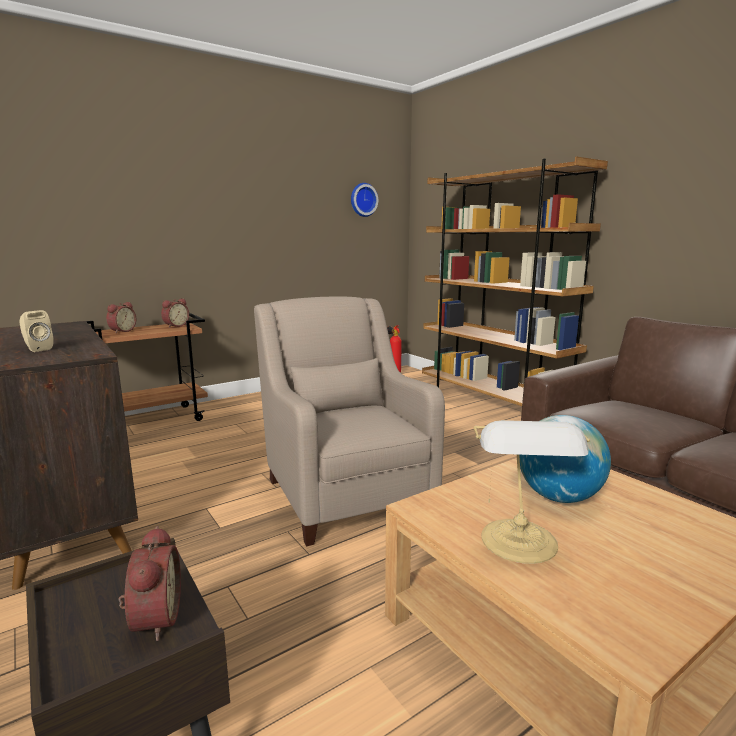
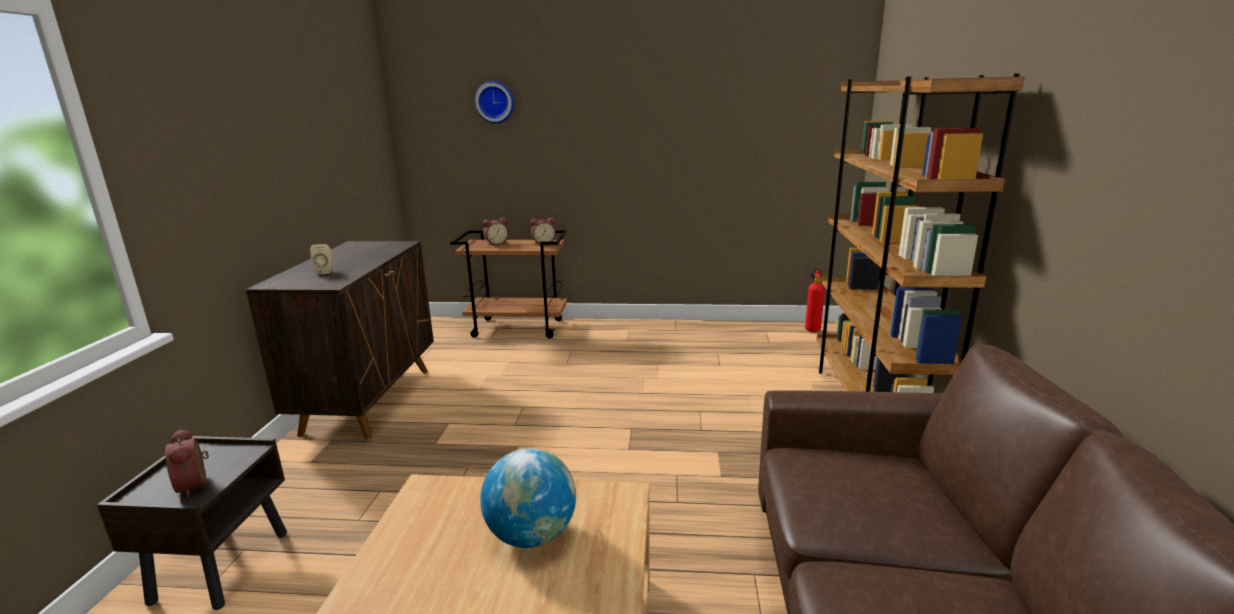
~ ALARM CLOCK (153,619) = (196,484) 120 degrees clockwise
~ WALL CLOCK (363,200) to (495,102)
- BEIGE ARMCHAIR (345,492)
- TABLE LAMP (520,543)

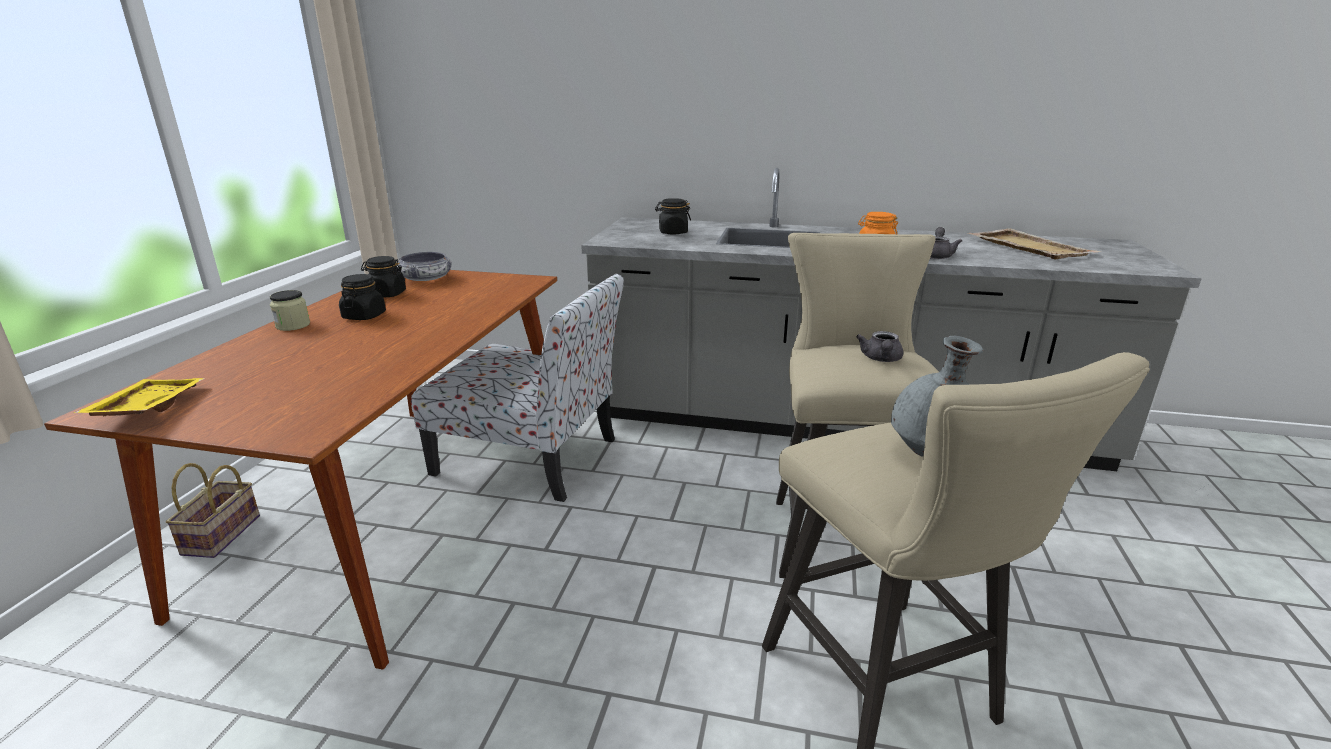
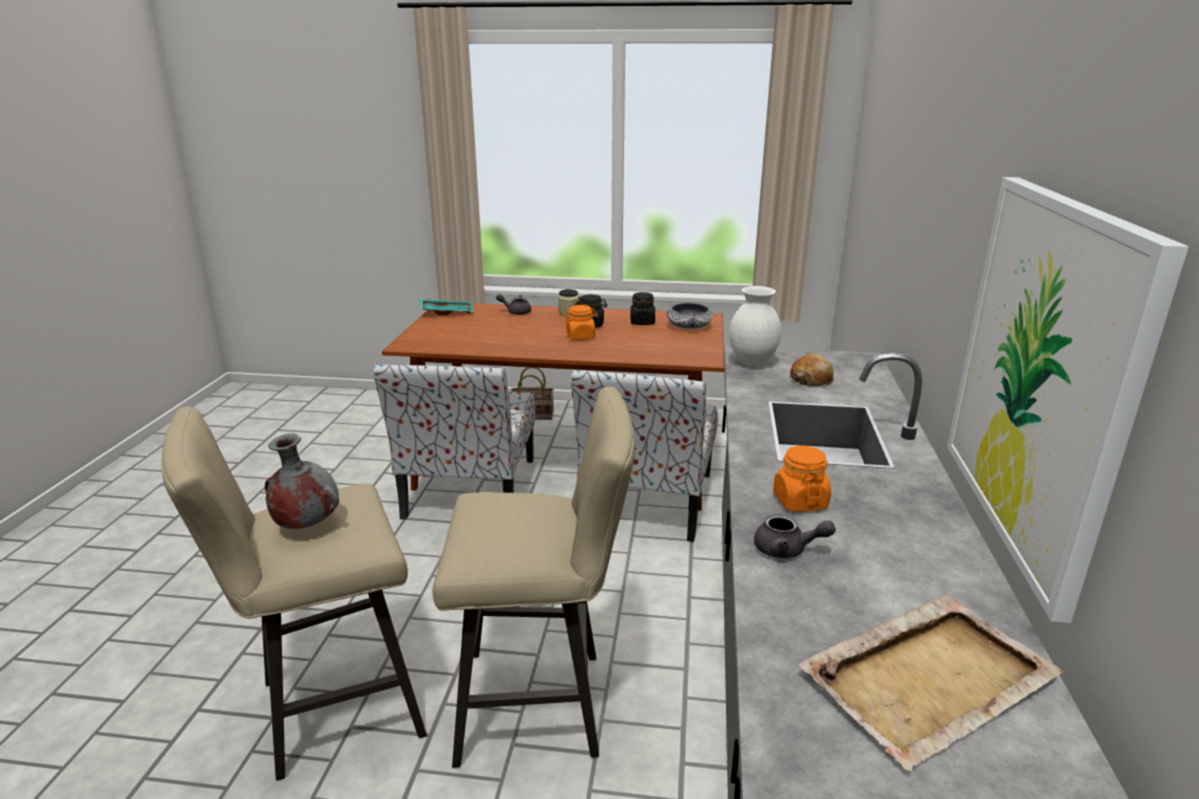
+ CHAIR (469,490)
~ YELLOW TRAY (147,408) to TURQUOISE TRAY (447,312)
~ GREY TEAPOT (881,359) to (516,312)
+ ORANGE JAR (581,336)
+ WHITE VASE (751,362)
~ BLACK JAR (673,232) to BREAD (811,379)
+ PICTURE (1042,376)

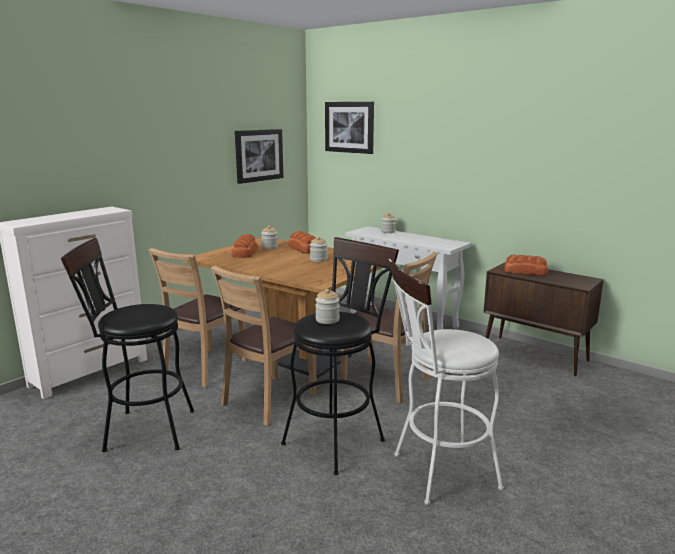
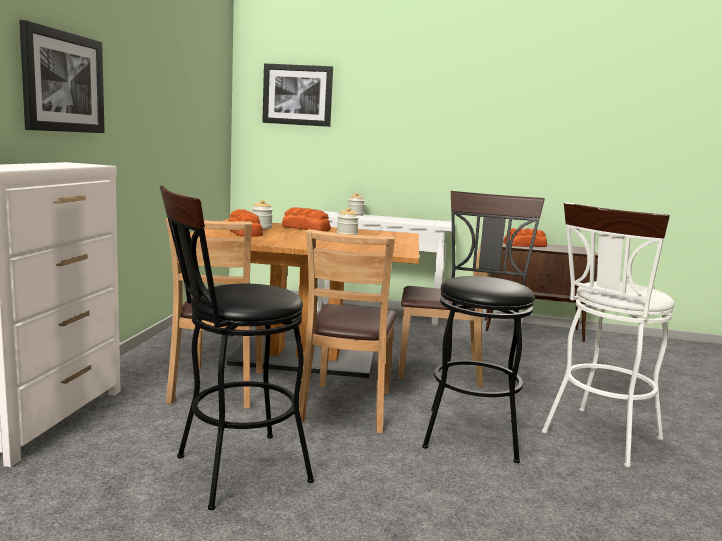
~ PICTURE (259,155) to (63,82)
- JAR (327,320)

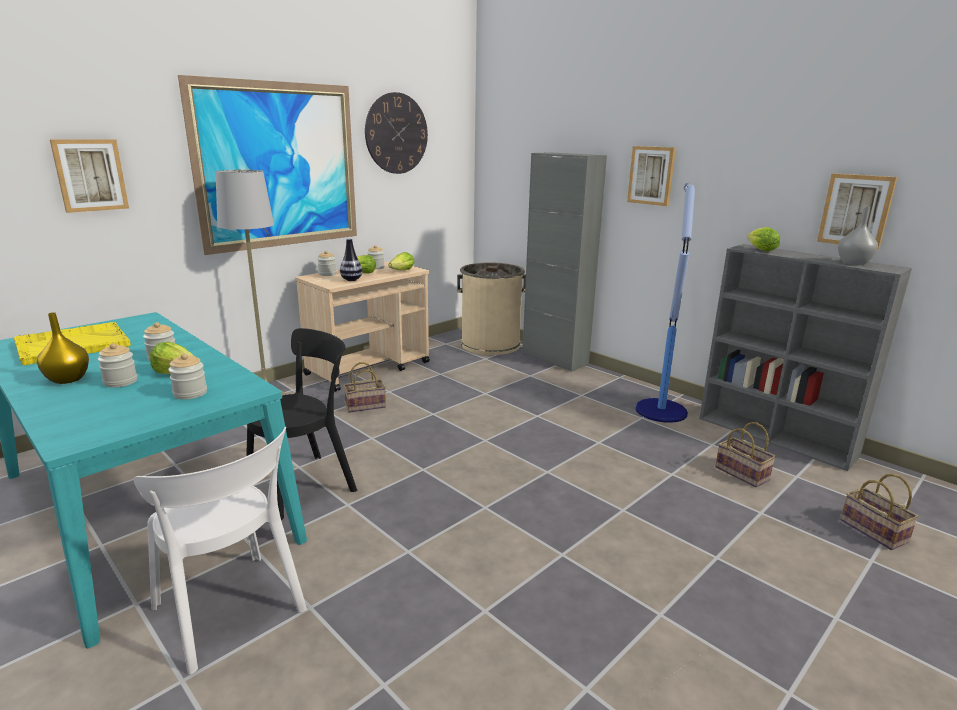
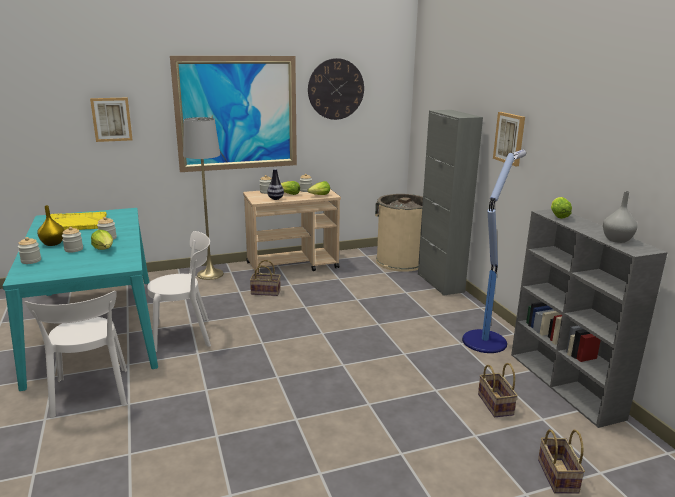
~ JAR (190,393) to (31,261)
~ BLACK CHAIR (306,483) to WHITE CHAIR (186,334)
- PICTURE (856,210)

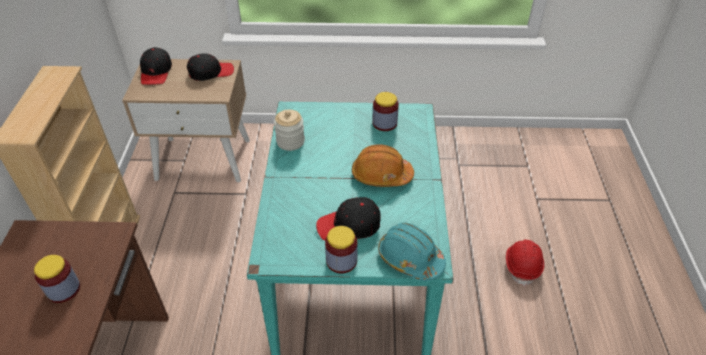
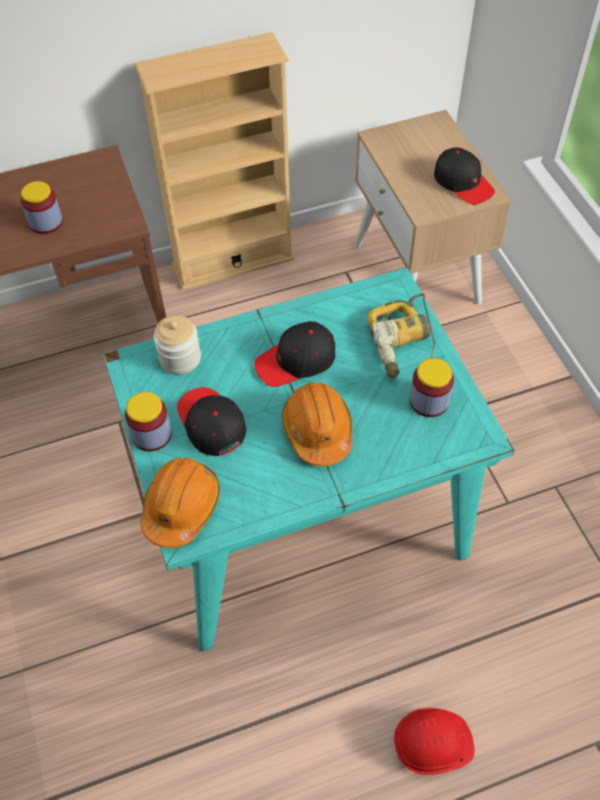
~ TURQUOISE HARD HAT (410,258) to ORANGE HARD HAT (181,507)
~ JAR (290,141) to (180,358)
~ BLACK CAP (156,72) to (296,361)
+ POWER DRILL (403,342)

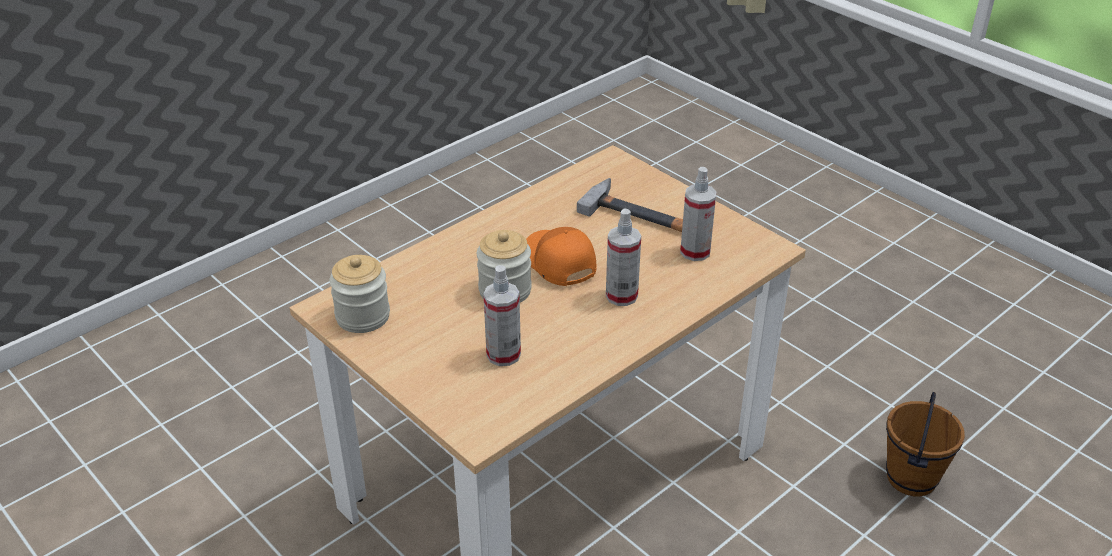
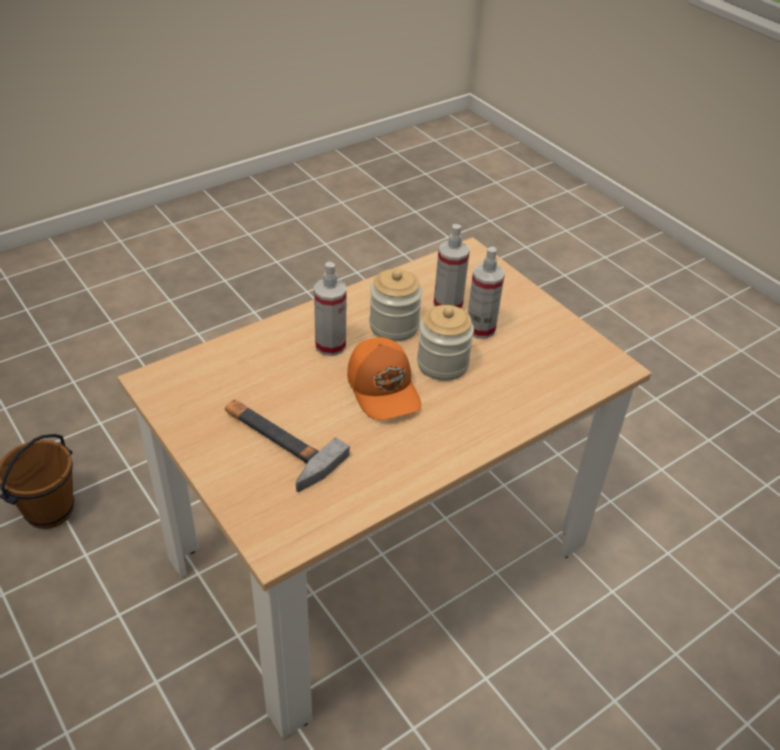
~ JAR (363,316) to (394,326)
~ SPRAY BOTTLE (695,252) to (480,329)

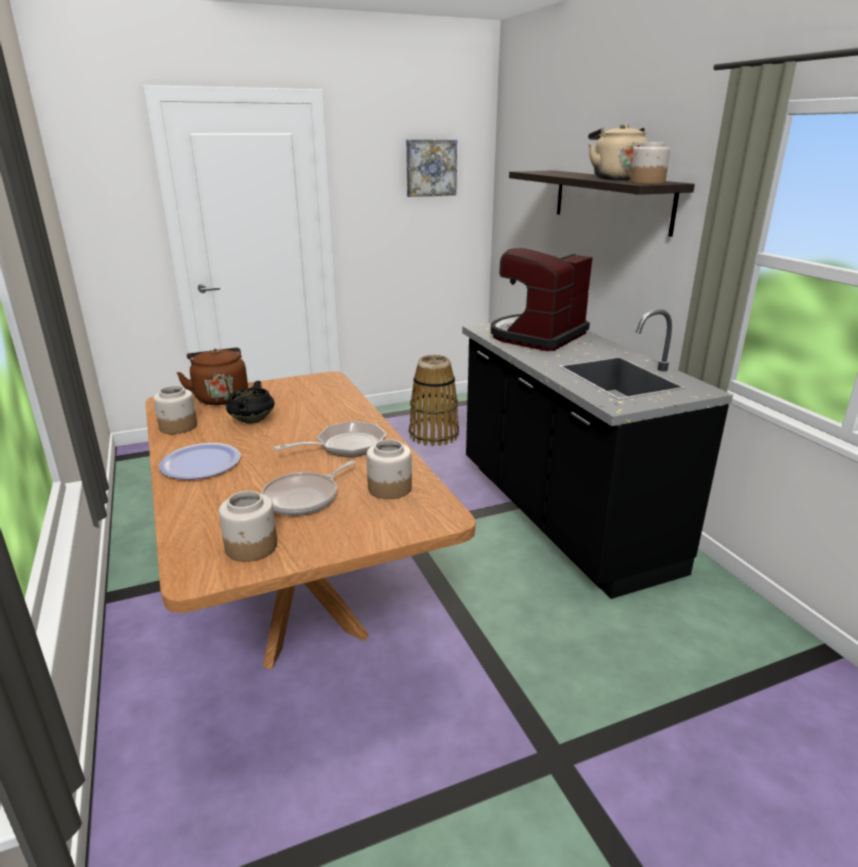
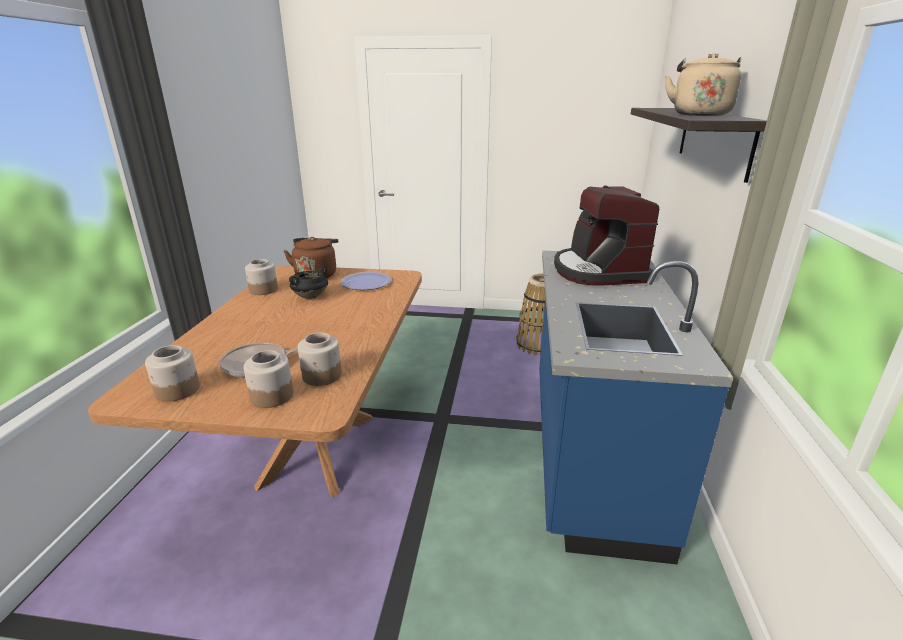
~ JAR (646,183) to (271,396)
~ PLATE (201,463) to (366,282)
~ BLACK COUNTER (560,516) to BLUE COUNTER (588,452)
~ COFFEE MACHINE (537,336) = (597,271) 75 degrees counterclockwise
- FRYING PAN (345,446)
- PICTURE (430,168)

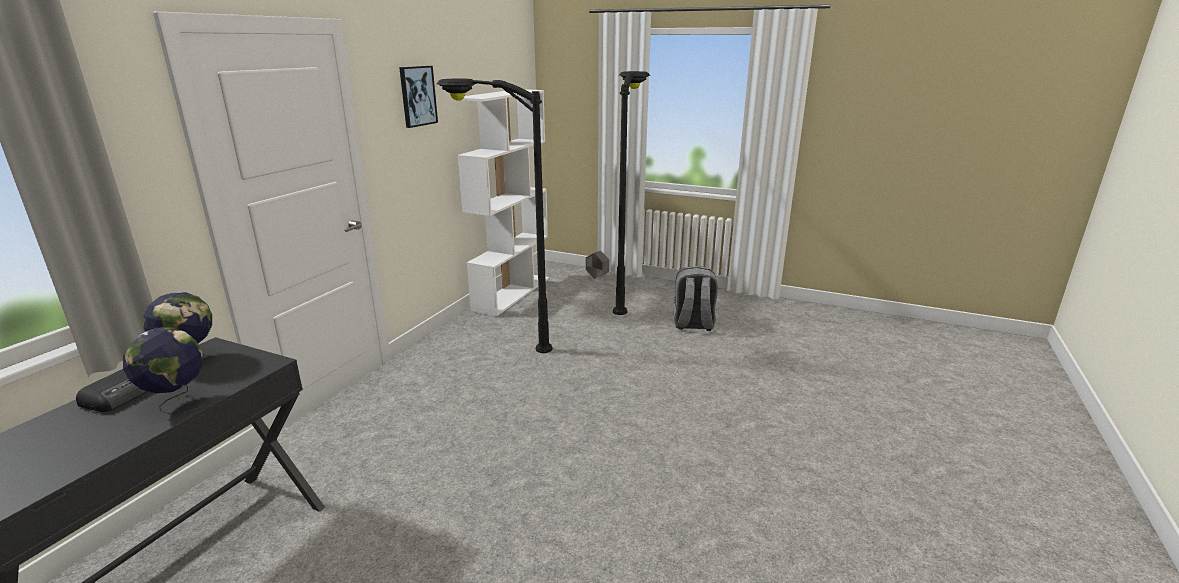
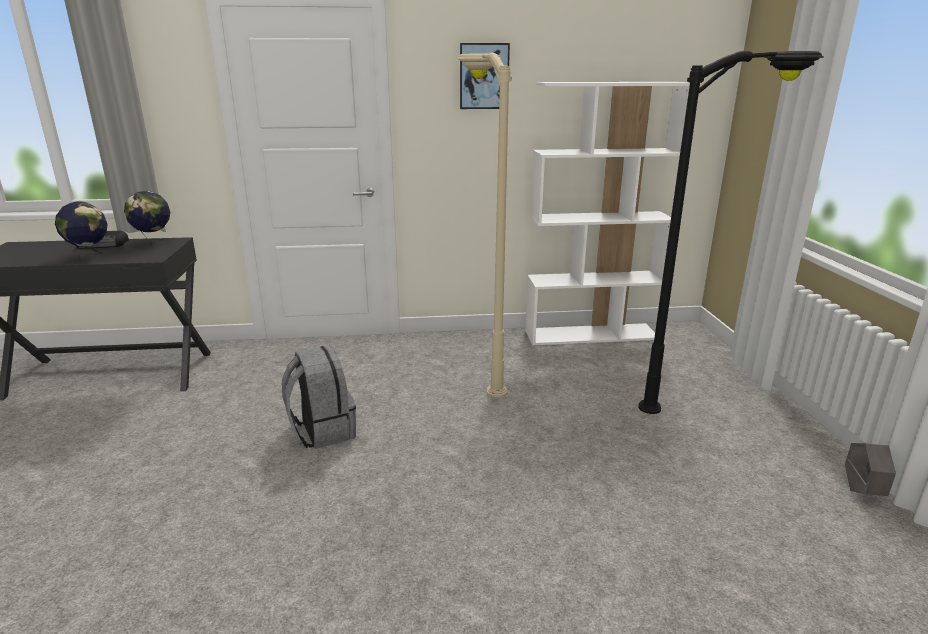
~ GREY BACKPACK (693,324) to (322,431)
~ BLACK FLOOR LAMP (496,342) to BEIGE FLOOR LAMP (481,363)
~ GREY PLANTER (597,277) to (861,492)

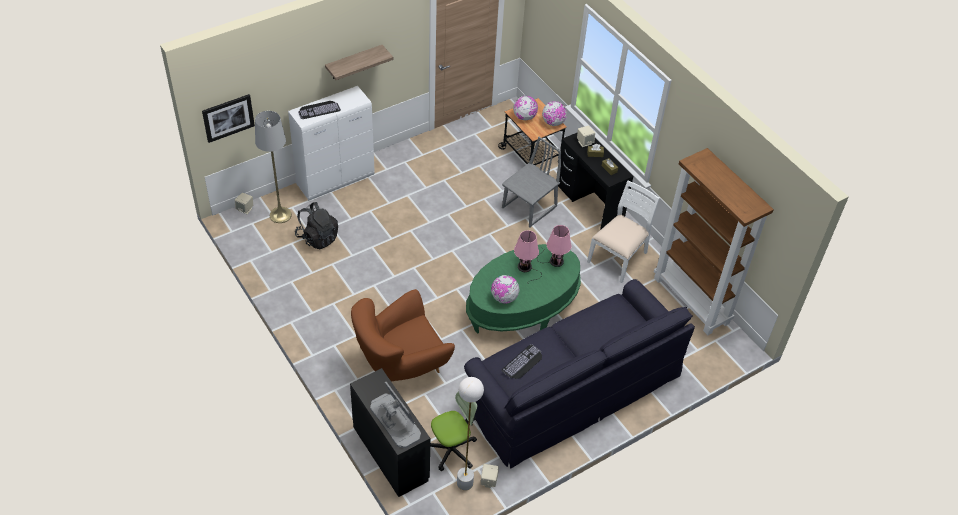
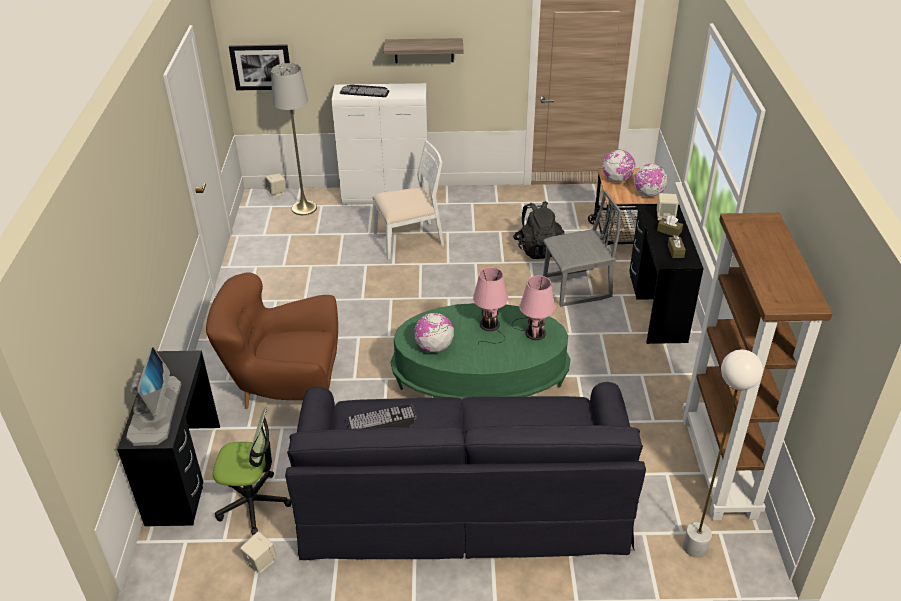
~ WHITE CHAIR (618,257) to (409,239)
~ BLACK BACKPACK (317,237) to (537,248)
~ WHITE FLOOR LAMP (465,483) to (695,547)

